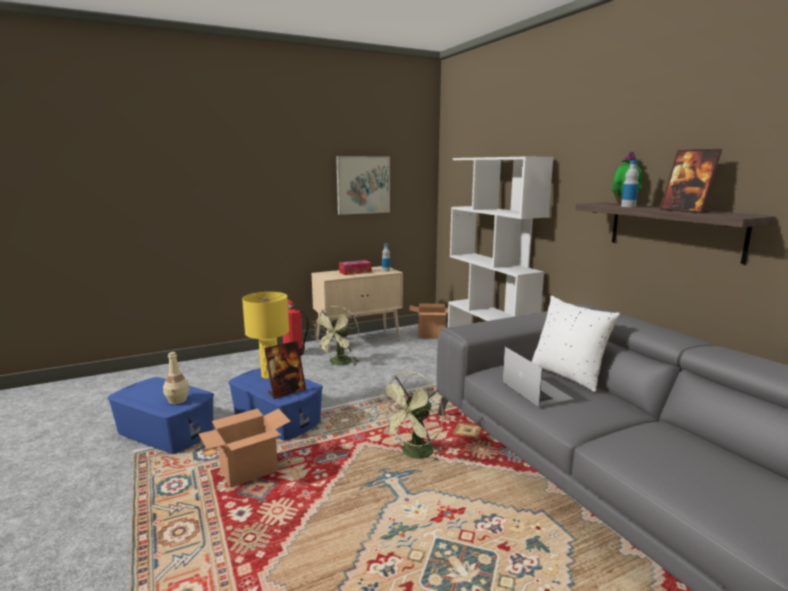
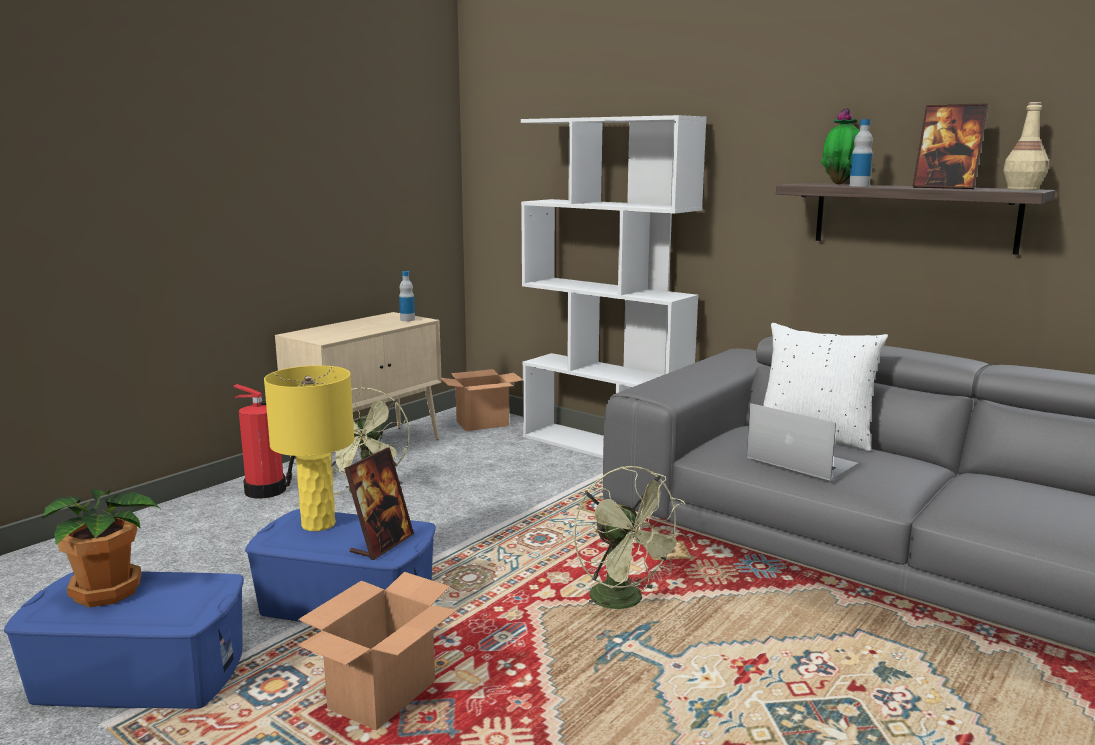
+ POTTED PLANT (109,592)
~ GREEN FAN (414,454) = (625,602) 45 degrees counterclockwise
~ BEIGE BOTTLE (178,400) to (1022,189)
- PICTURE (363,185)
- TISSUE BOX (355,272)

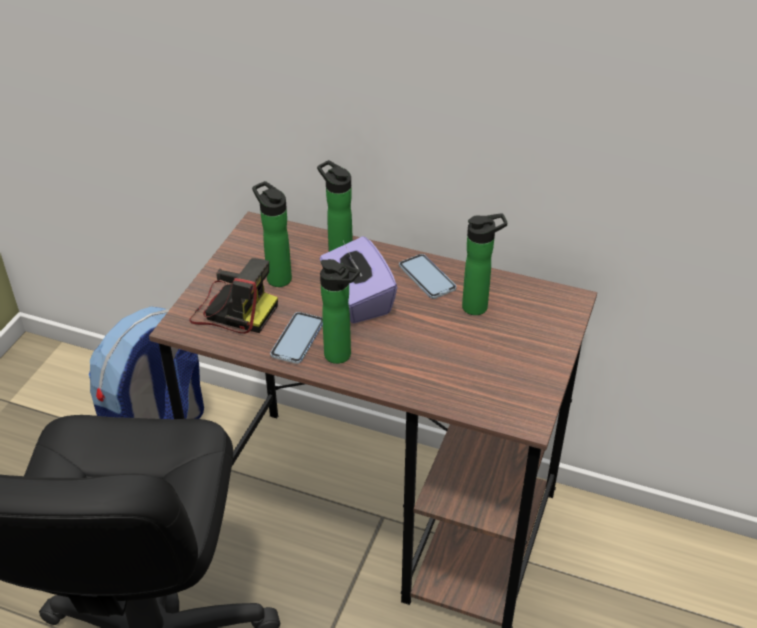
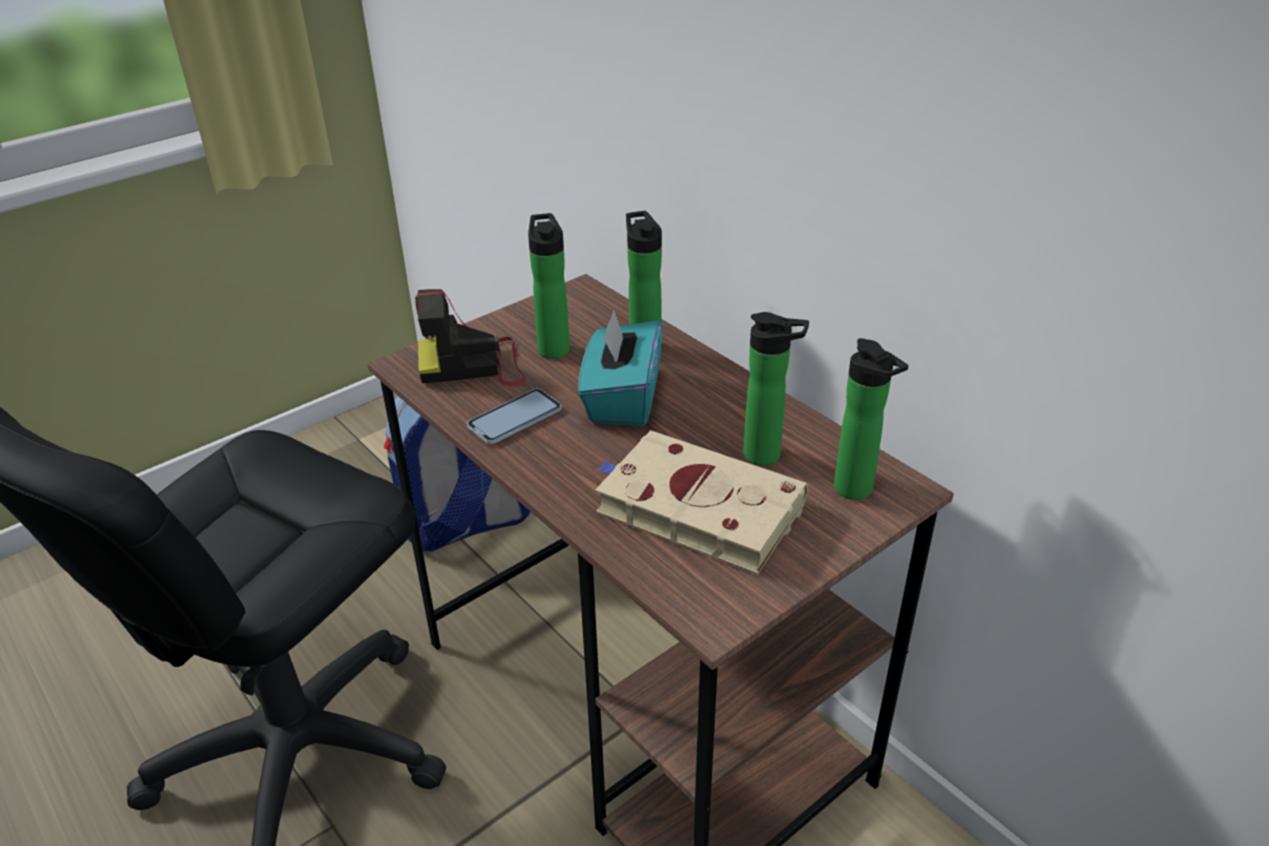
~ PHOTO CAMERA (232,310) = (474,365) 120 degrees clockwise
~ PURPLE TISSUE BOX (357,300) to TURQUOISE TISSUE BOX (622,399)
+ BEIGE BOOK (694,507)
~ BOTTLE (341,356) to (857,491)
- PHONE (427,277)

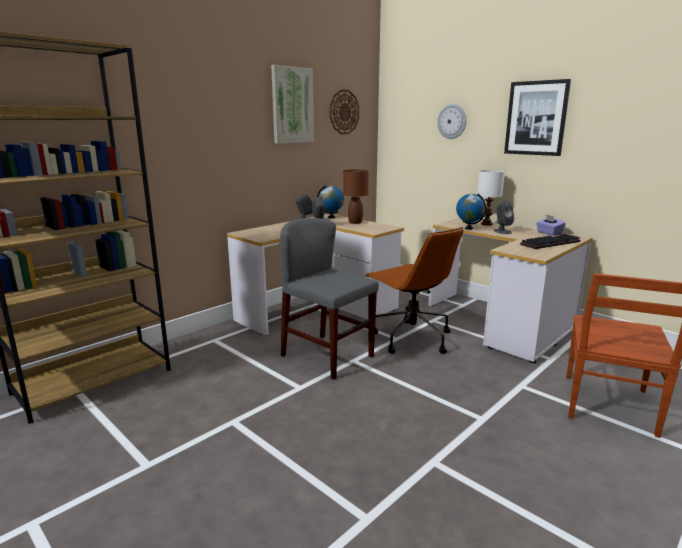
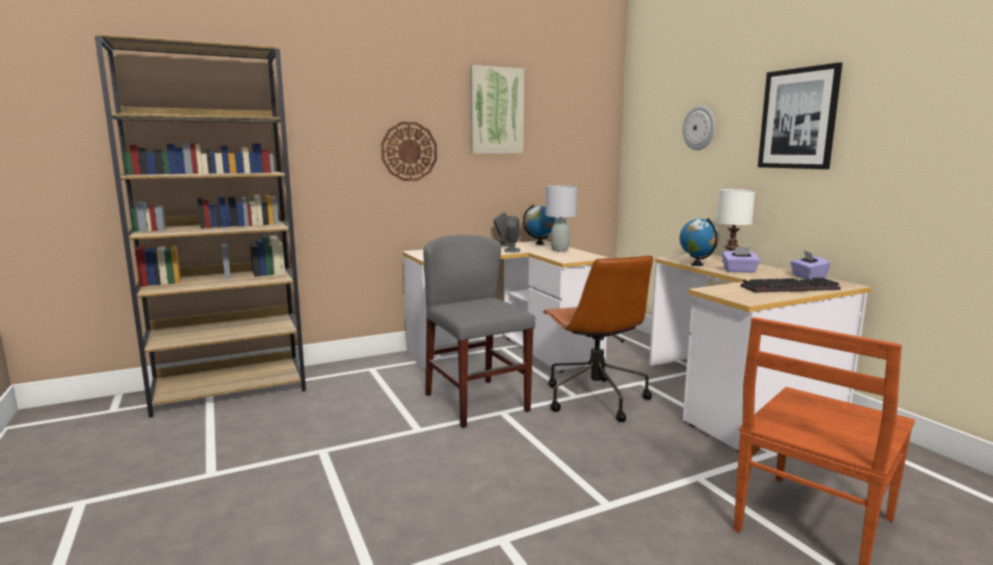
~ WALL CLOCK (344,112) to (409,151)
~ BROWN TABLE LAMP (355,222) to GREY TABLE LAMP (559,250)
~ GREY SPEAKER (502,231) to PURPLE TISSUE BOX (739,271)

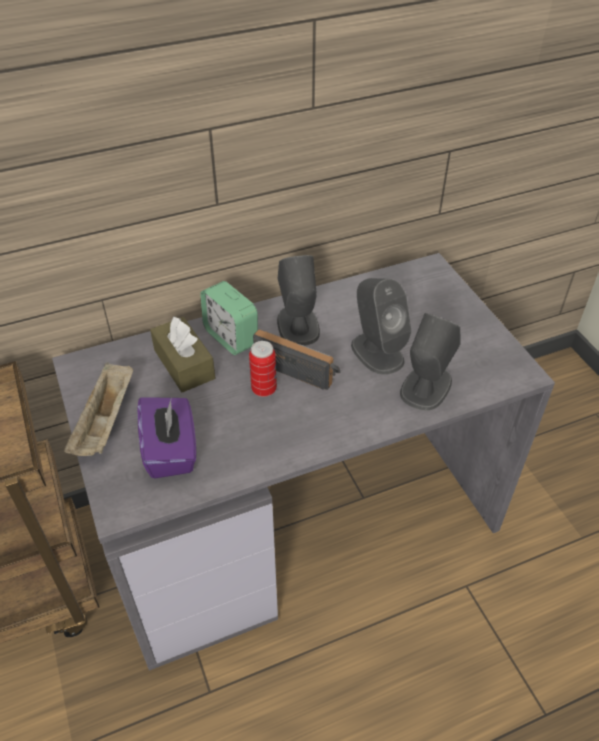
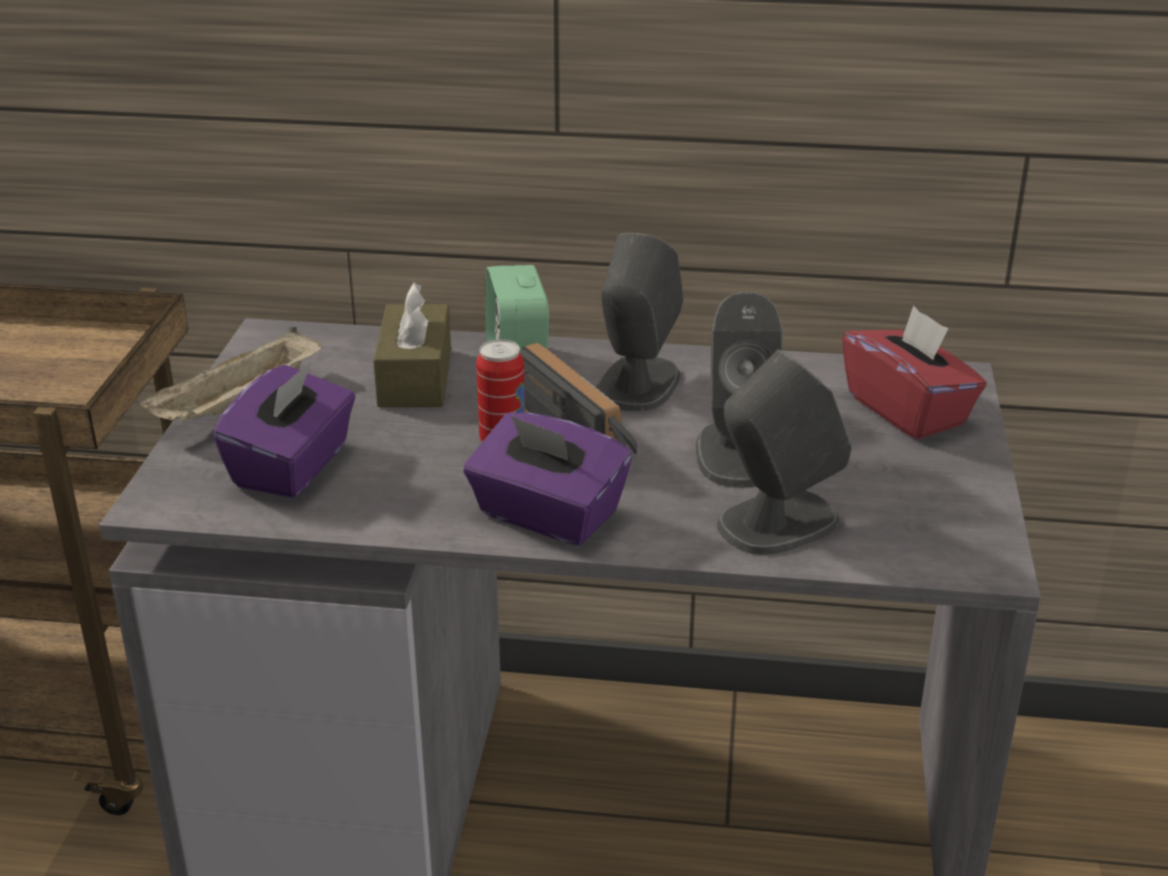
+ PURPLE TISSUE BOX (547,515)
+ RED TISSUE BOX (907,410)

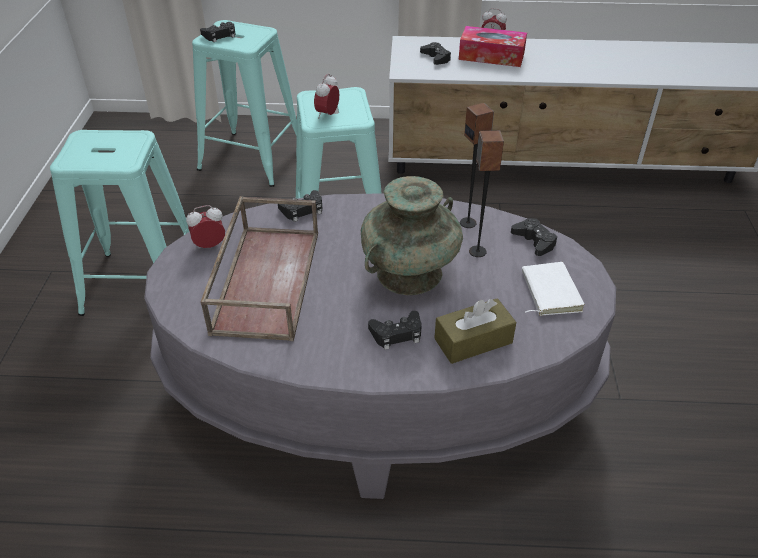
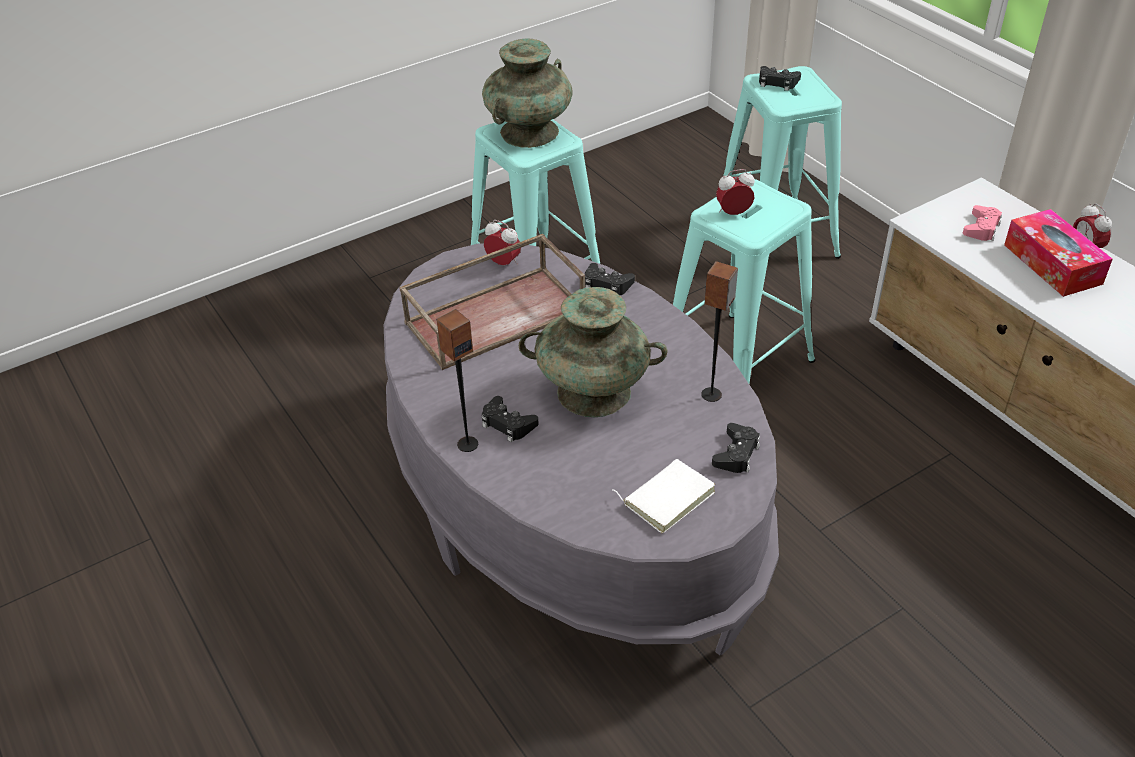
~ SPEAKER (477,251) to (467,444)
+ TURQUOISE VASE (530,132)
~ BLACK GAME CONTROLLER (436,58) to PINK GAME CONTROLLER (981,228)
- BROWN TISSUE BOX (473,341)

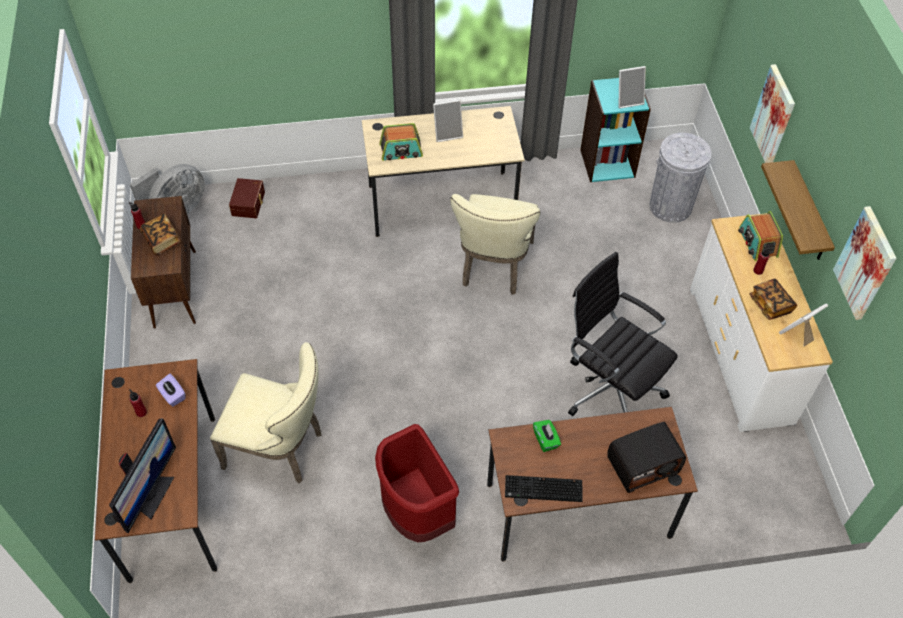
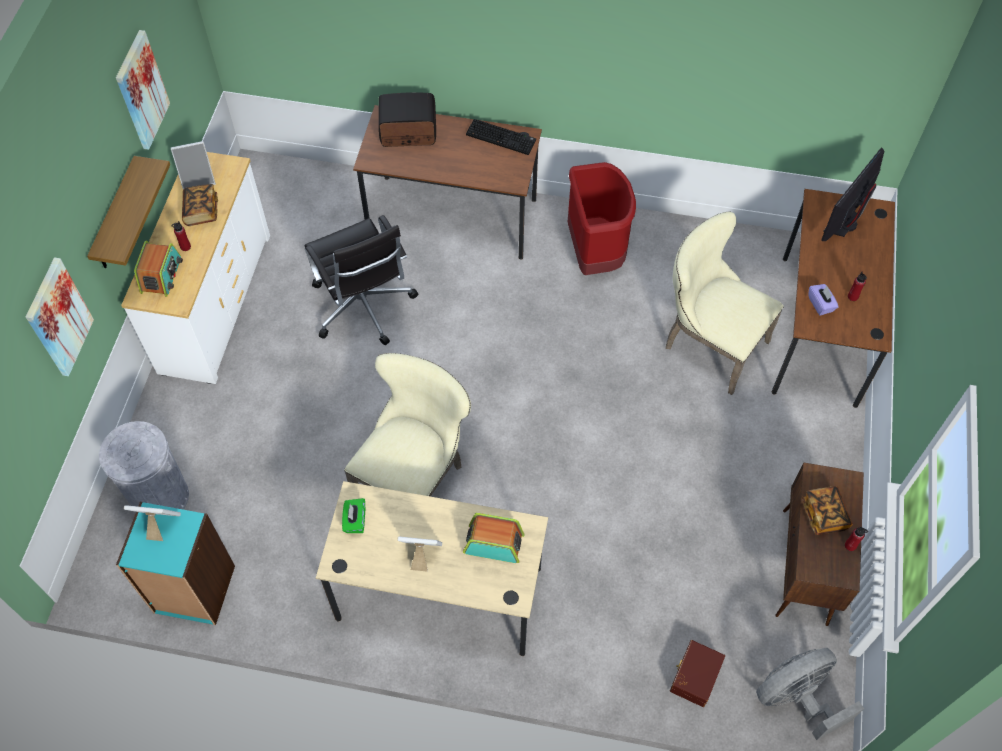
~ GREEN TISSUE BOX (546,440) to (355,521)

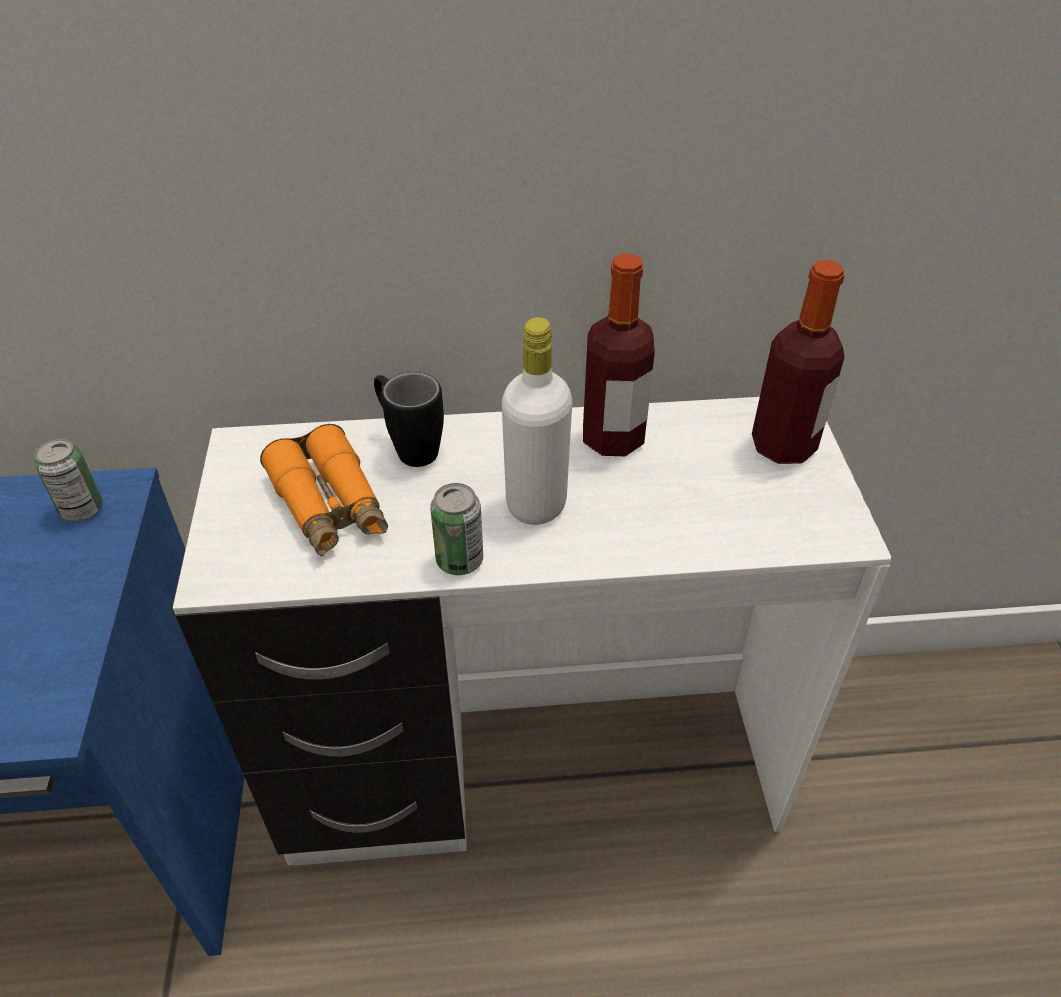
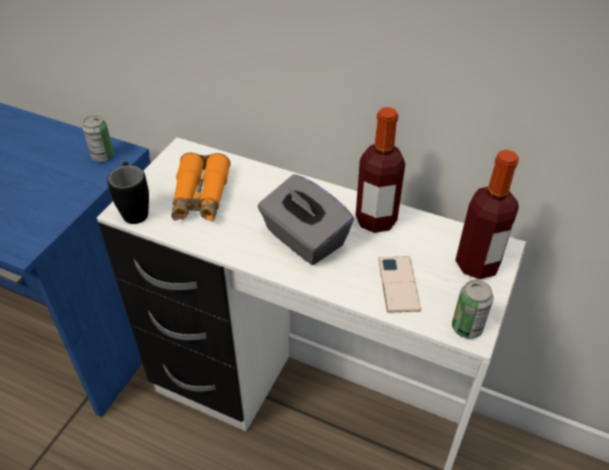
~ BLACK MUG (409,447) to (135,209)
~ WHITE BOTTLE (536,504) to GREY TISSUE BOX (304,239)
+ PHONE (398,284)
~ CAN (459,560) to (467,328)

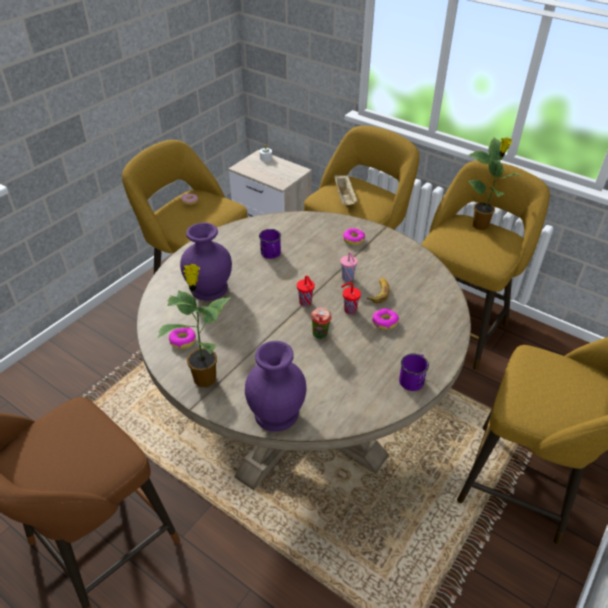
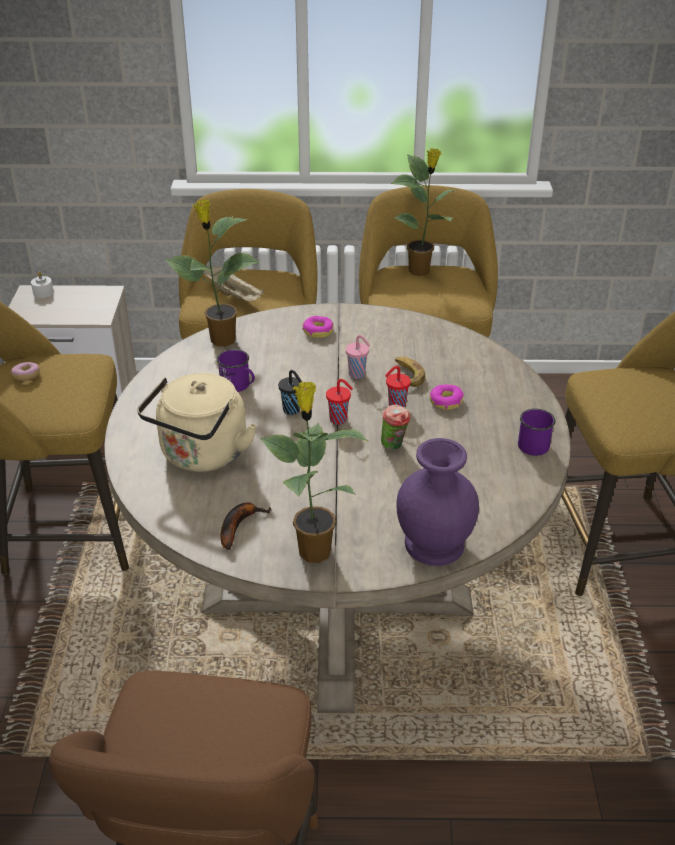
~ PURPLE VASE (208,288) to BEIGE KETTLE (202,456)
+ POTTED PLANT (221,340)
~ DONUT (183,340) to BANANA (239,526)
+ BLACK CUP (292,410)

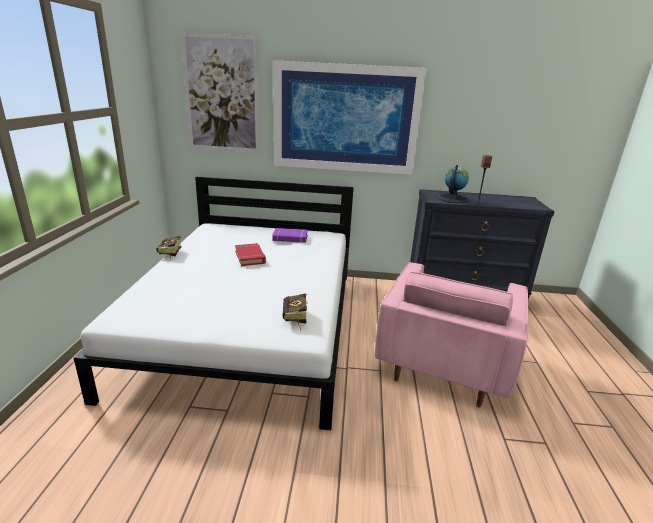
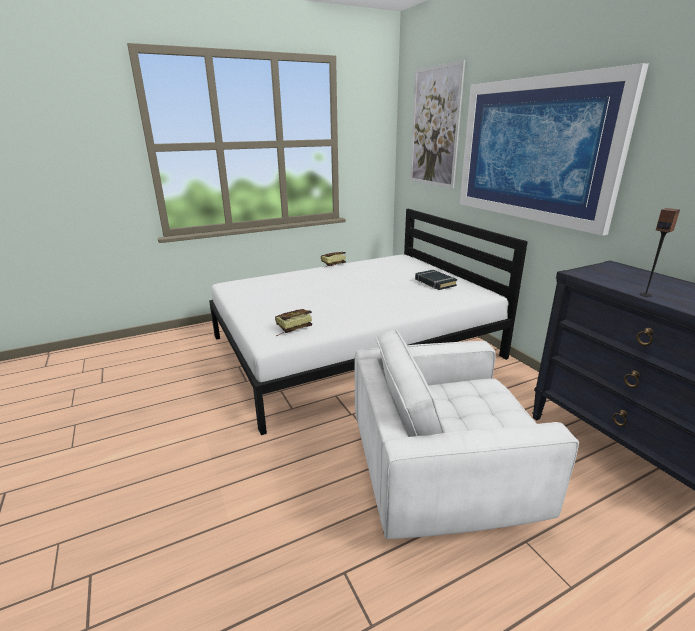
~ PINK ARMCHAIR (444,362) to WHITE ARMCHAIR (441,479)
~ PURPLE BOOK (290,238) to BLACK BOOK (435,282)
- RED BOOK (250,257)
- GLOBE (452,198)

